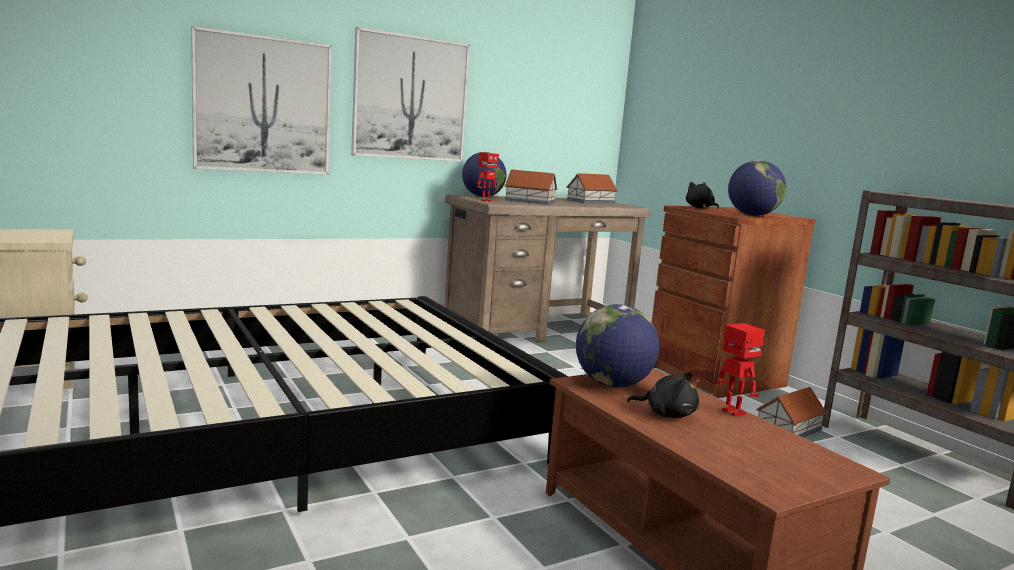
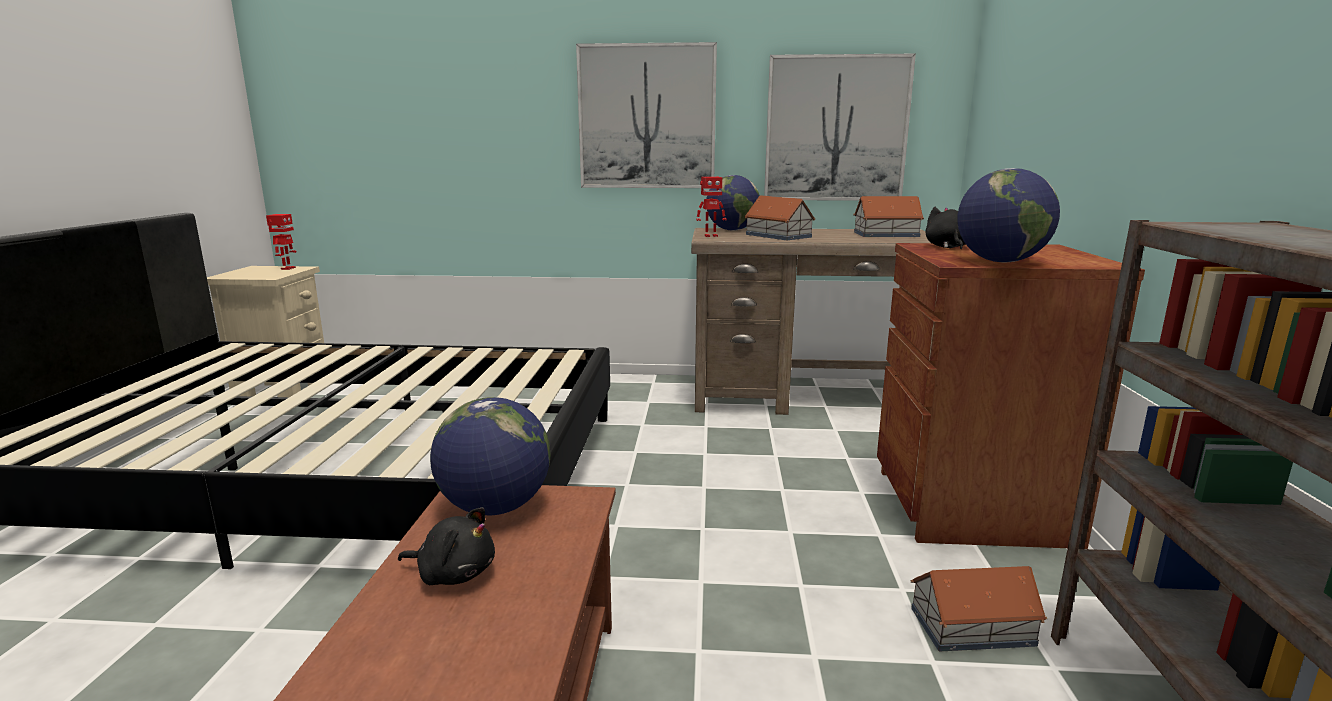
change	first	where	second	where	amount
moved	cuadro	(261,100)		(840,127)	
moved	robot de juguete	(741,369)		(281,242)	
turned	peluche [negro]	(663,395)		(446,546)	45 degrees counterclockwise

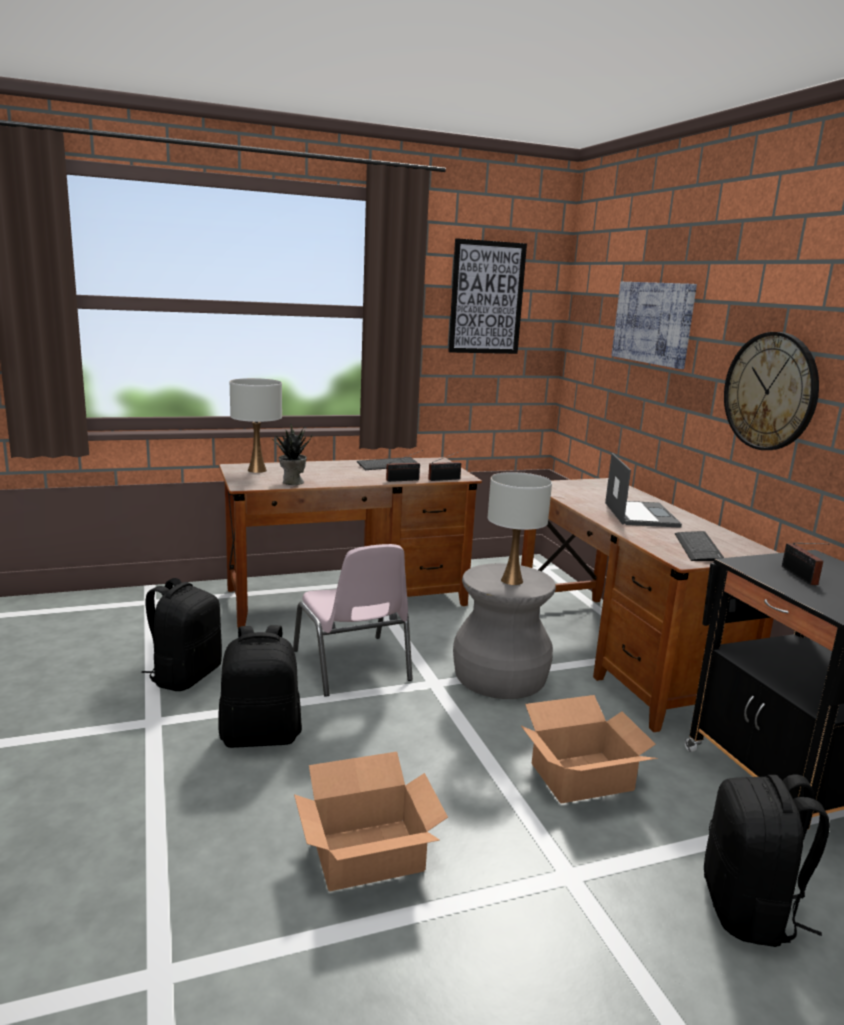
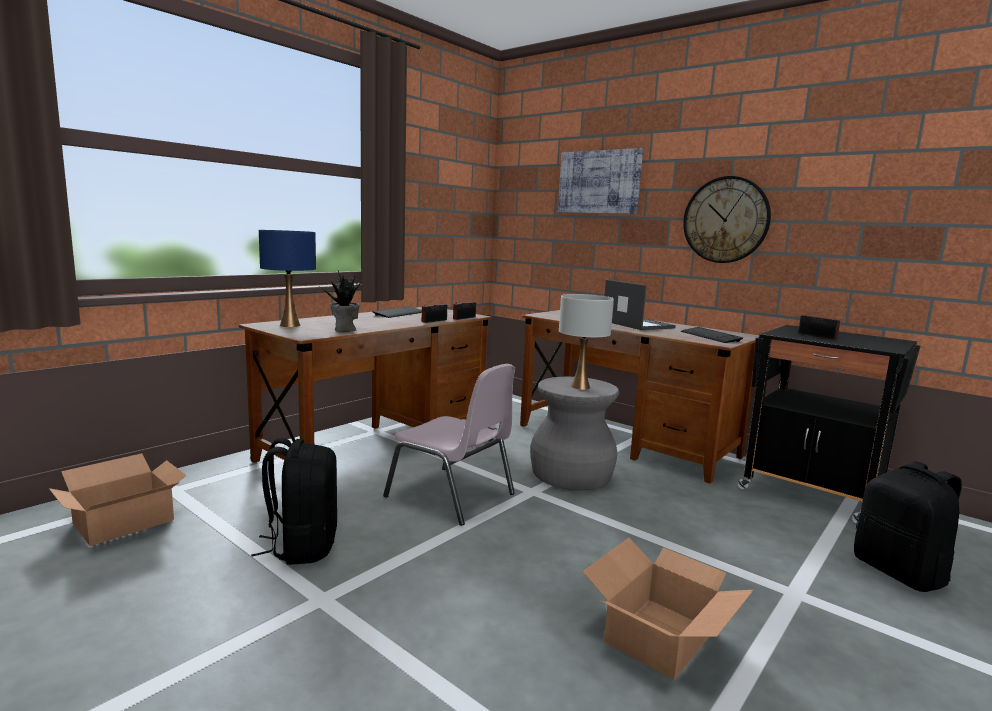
change	first	where	second	where	amount
removed	mochila [negro]	(260,686)			
removed	cuadro	(487,296)			
moved	caja de cartón	(589,749)		(118,499)	
recoloured	lámpara de mesa [blanco]	(256,425)	lámpara de mesa [azul]	(287,278)	

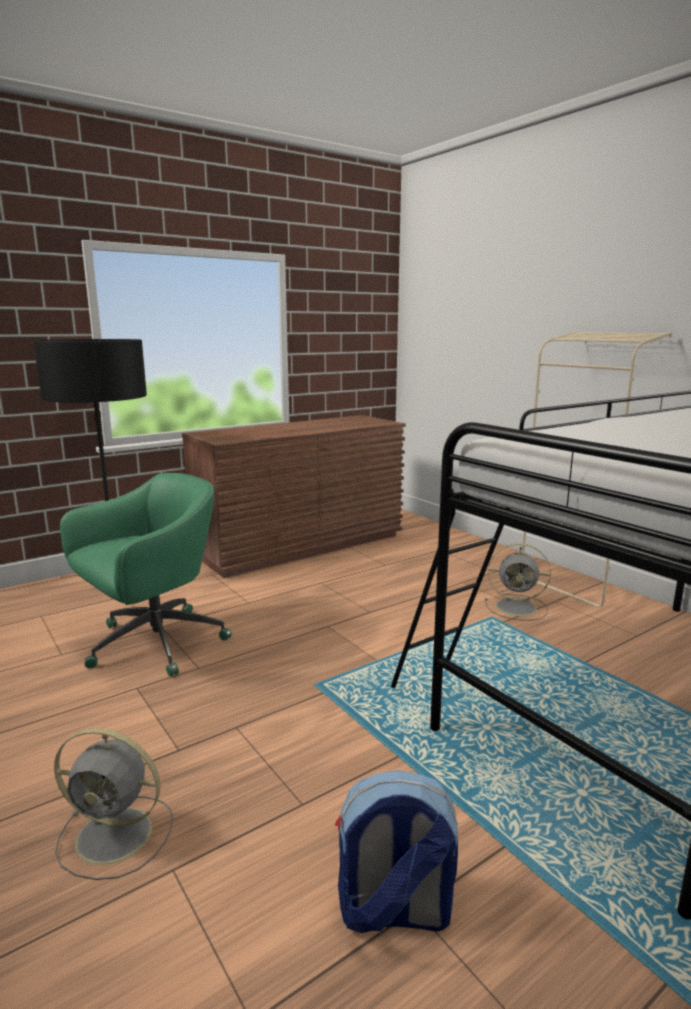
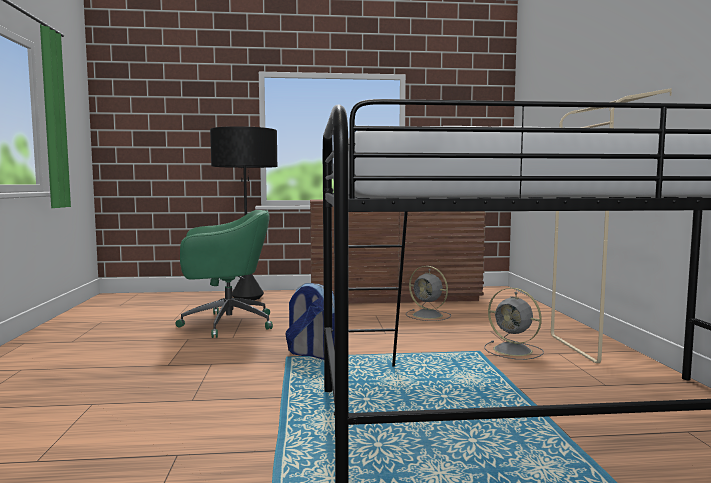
change	first	where	second	where	amount
moved	ventilador [gris]	(113,804)		(428,293)	
moved	mochila	(396,851)		(310,321)	

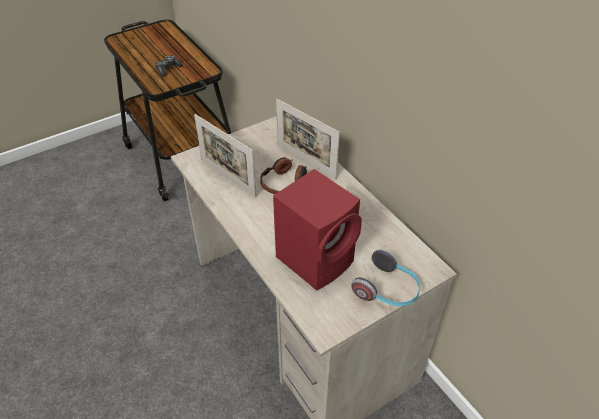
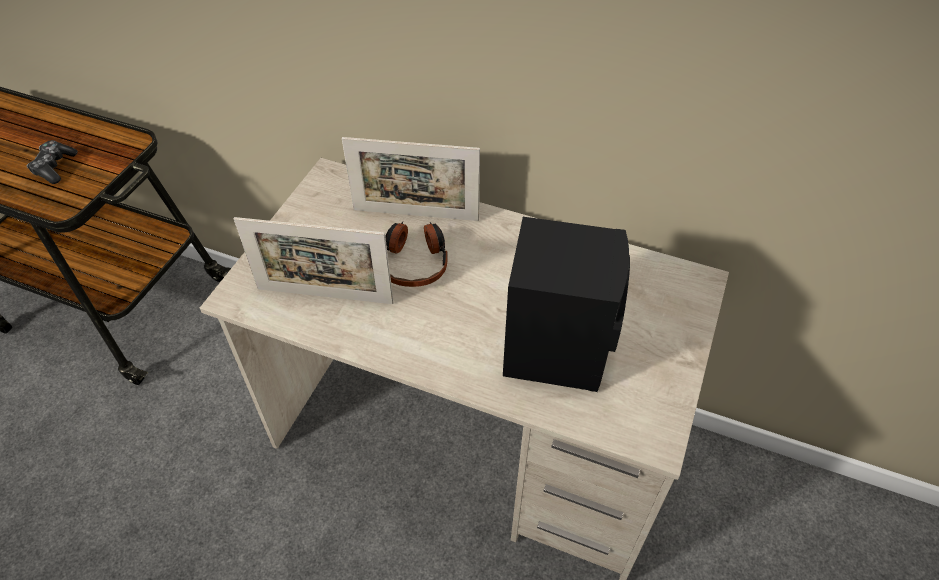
change	first	where	second	where	amount
removed	auriculares	(385,278)			
recoloured	altavoz [rojo]	(317,230)	altavoz [negro]	(566,304)	

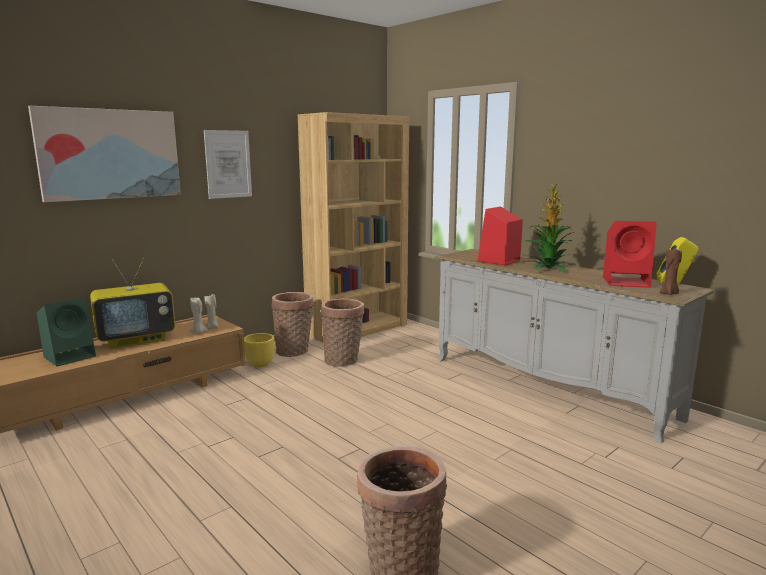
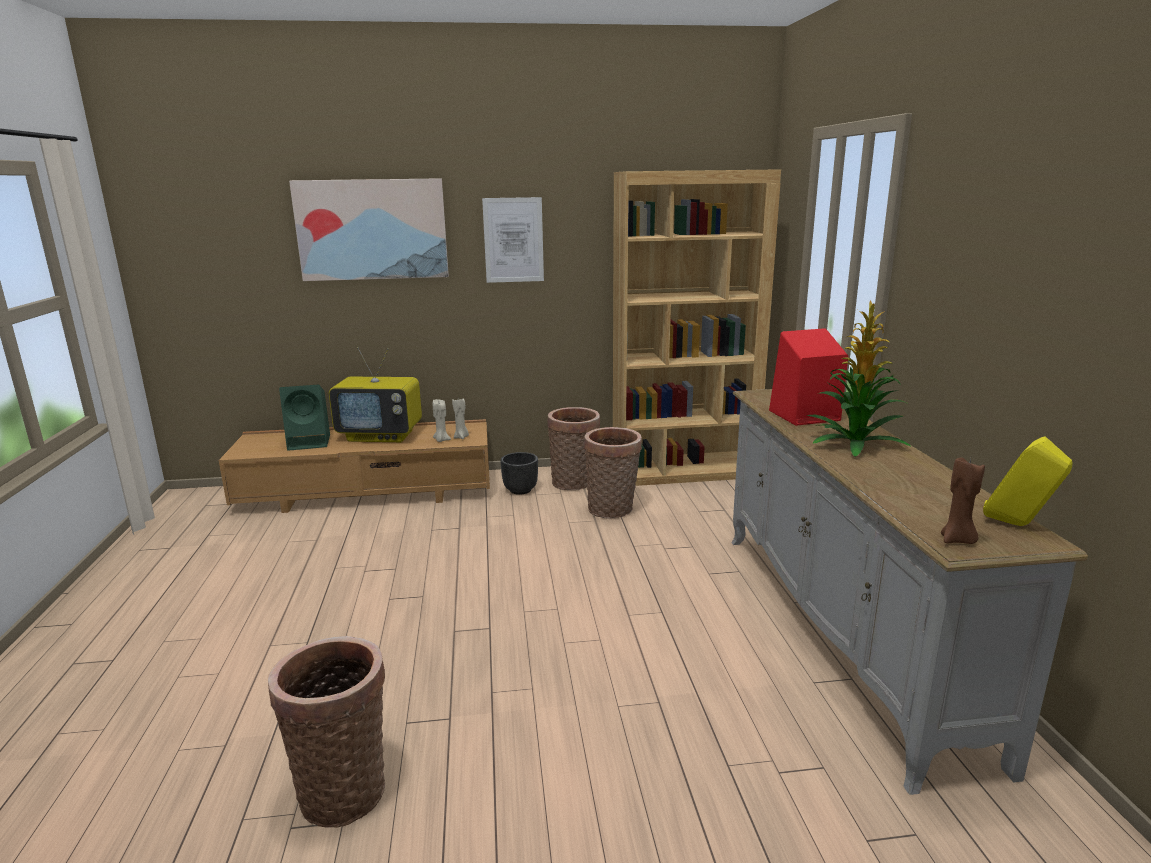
change	first	where	second	where	amount
removed	altavoz [rojo]	(630,254)			
recoloured	maceta [amarillo]	(259,350)	maceta [negro]	(519,473)	

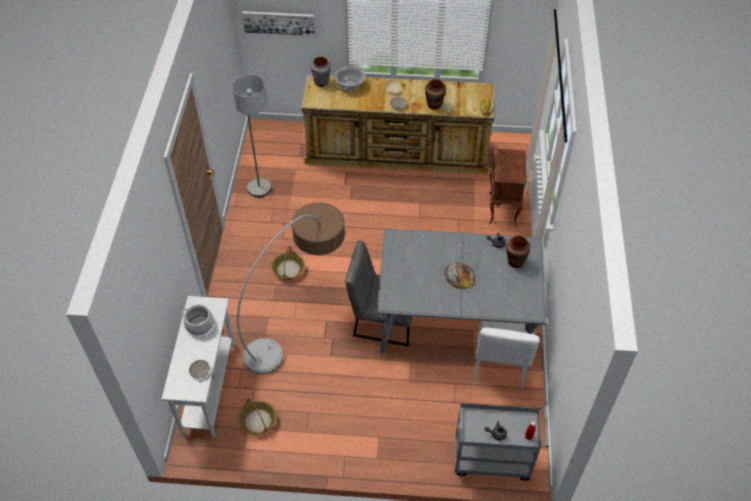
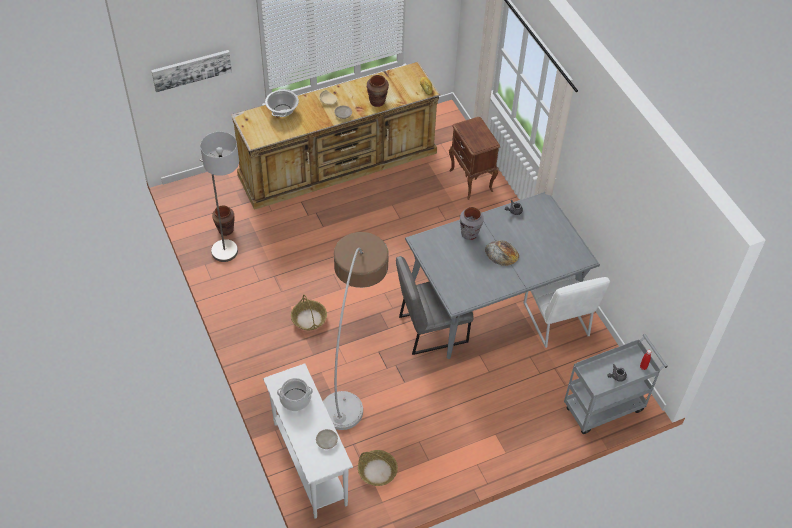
change	first	where	second	where	amount
moved	florero [gris]	(321,72)		(472,223)	
moved	florero [marrón]	(518,251)		(223,220)	

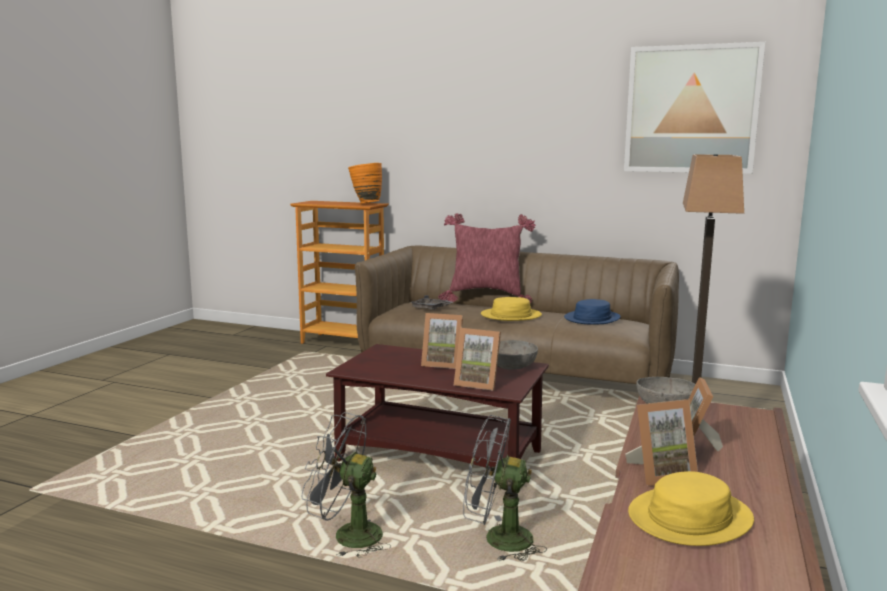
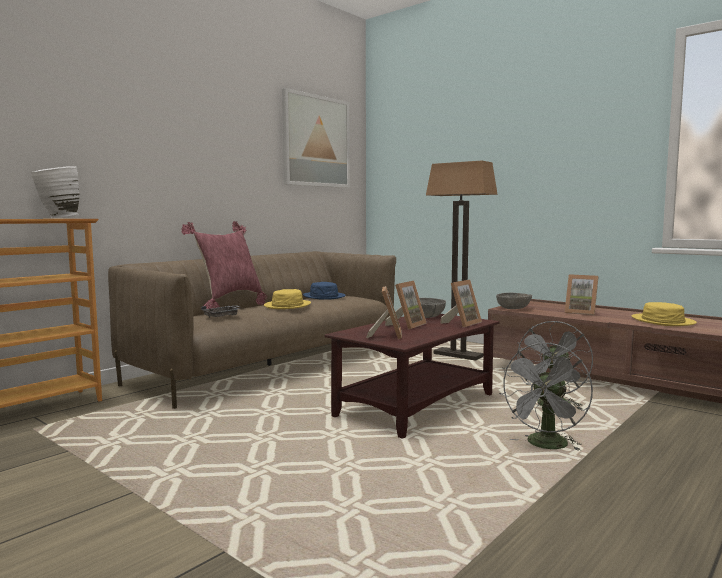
change	first	where	second	where	amount
moved	portarretratos	(661,442)		(384,312)	
recoloured	florero [naranja]	(365,183)	florero [blanco]	(55,192)	

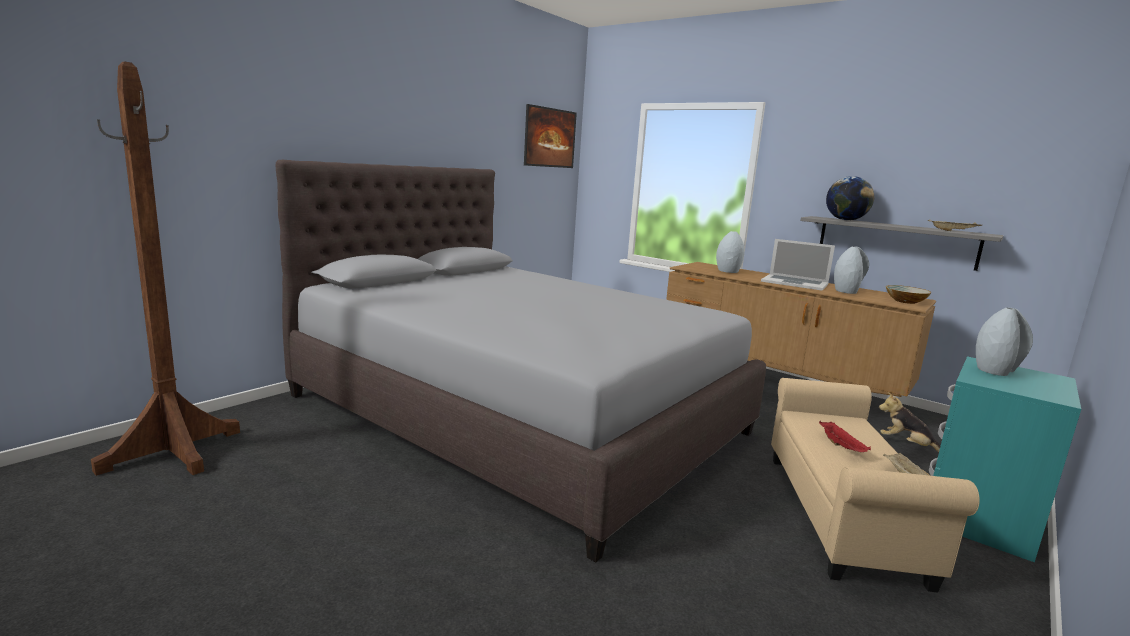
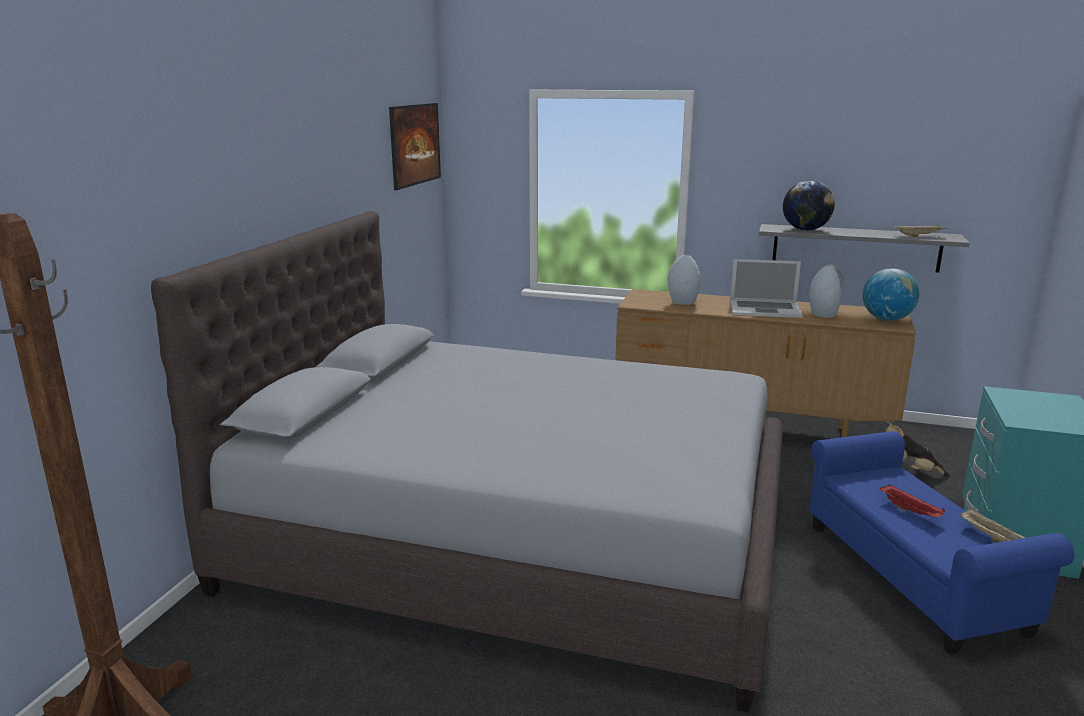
change	first	where	second	where	amount
removed	florero [gris]	(1004,341)			
replaced	cuenco	(909,294)	globo terráqueo	(891,294)	
recoloured	puf [beis]	(875,485)	puf [azul]	(942,543)	

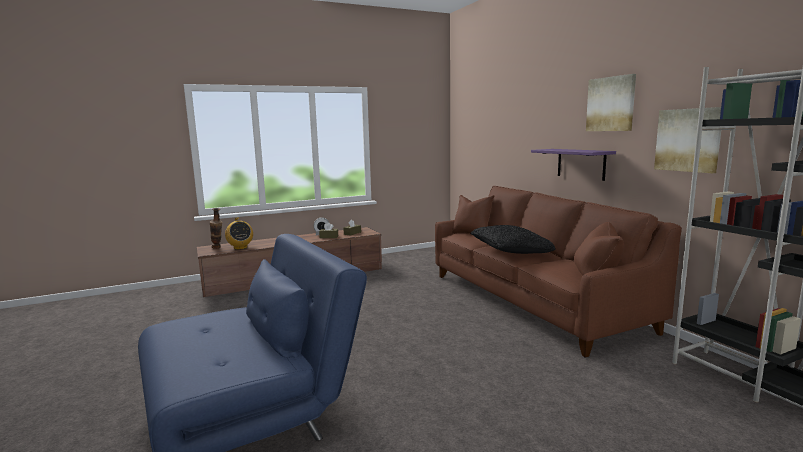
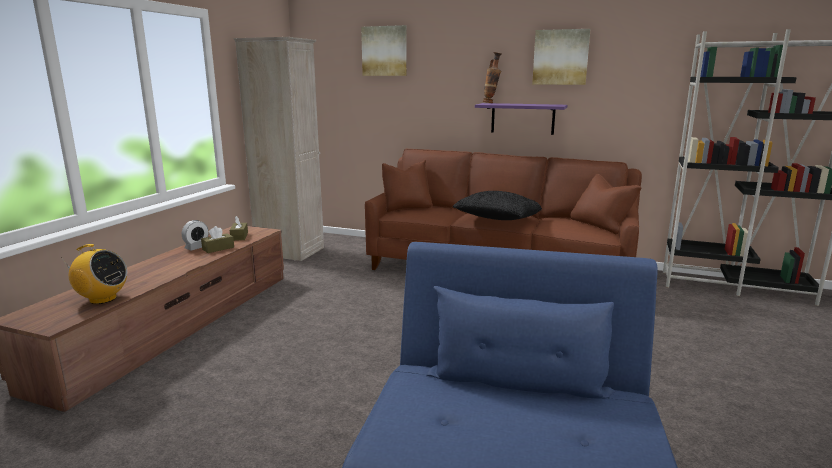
change	first	where	second	where	amount
added			armario [beis]	(278,149)	
moved	florero	(215,228)		(492,77)	
moved	cuadro	(687,140)		(384,50)	

